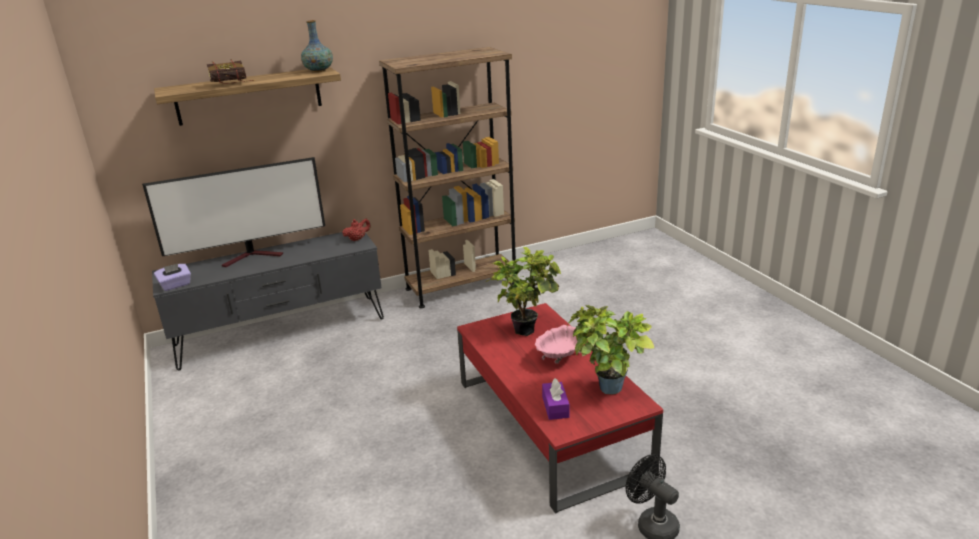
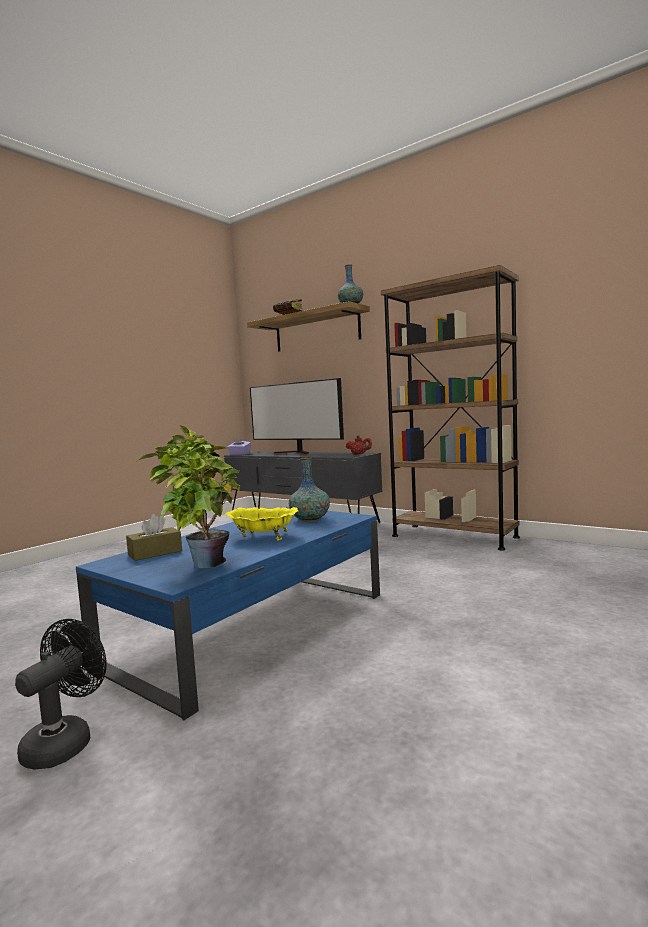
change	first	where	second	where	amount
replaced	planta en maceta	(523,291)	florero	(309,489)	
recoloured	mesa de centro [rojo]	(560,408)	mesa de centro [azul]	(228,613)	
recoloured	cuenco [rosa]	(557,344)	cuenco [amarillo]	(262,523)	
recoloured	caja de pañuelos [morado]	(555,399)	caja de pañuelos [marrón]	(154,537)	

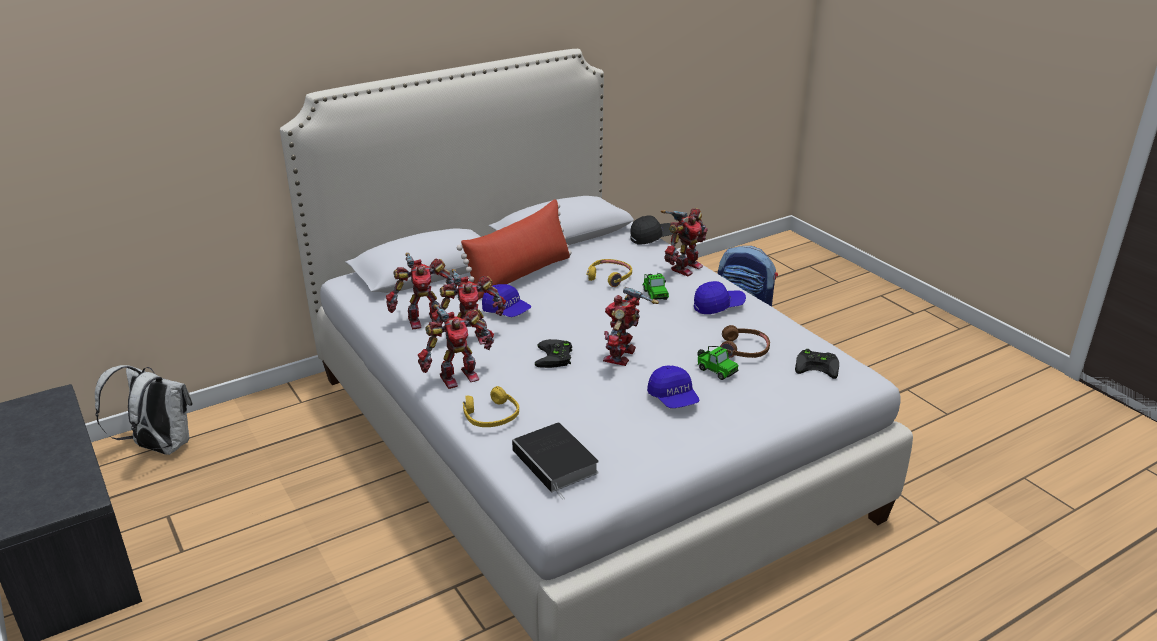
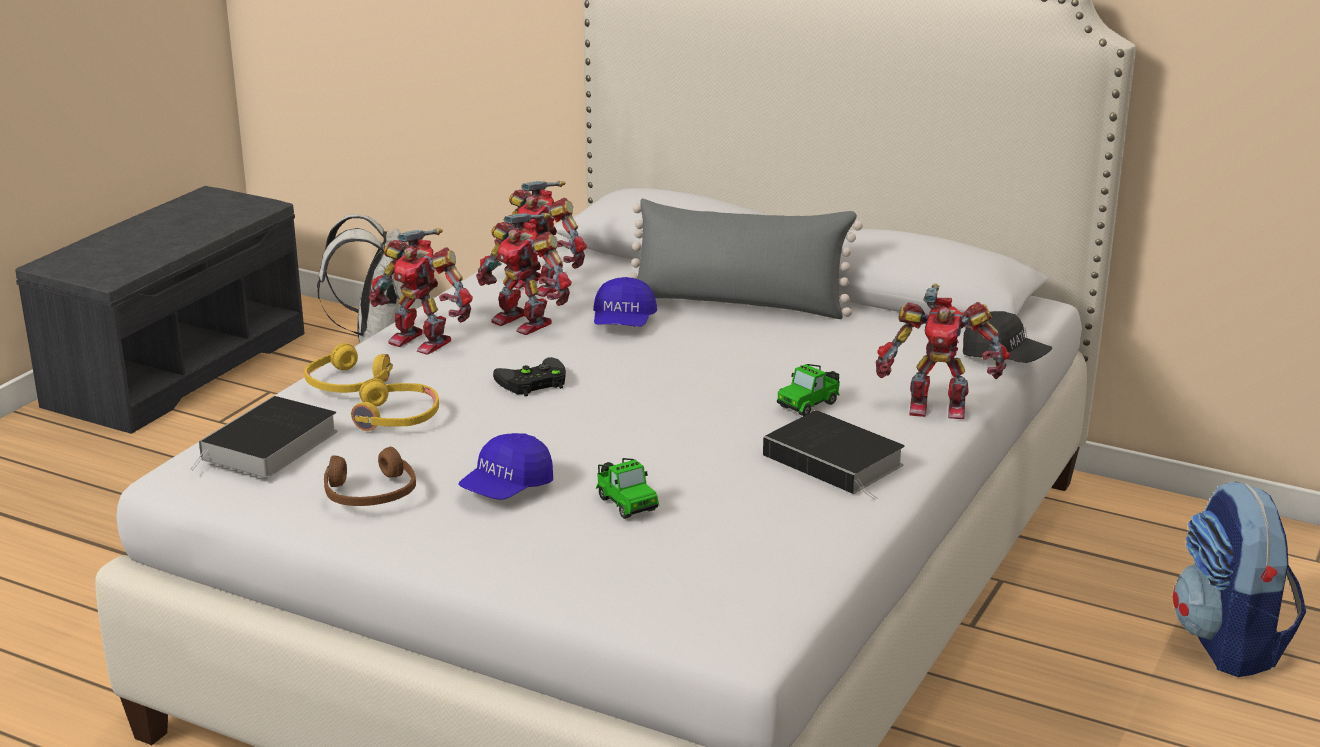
change	first	where	second	where	amount
removed	robot de juguete	(631,326)			
removed	mando de consola [negro]	(817,364)			
moved	auriculares [amarillo]	(609,273)		(395,404)	
moved	auriculares [marrón]	(745,341)		(370,476)	
replaced	gorra [azul]	(720,297)	libro	(834,454)	
recoloured	cojín [rojo]	(514,249)	cojín [gris]	(745,259)	
turned	coche de juguete	(717,363)		(627,488)	45 degrees counterclockwise

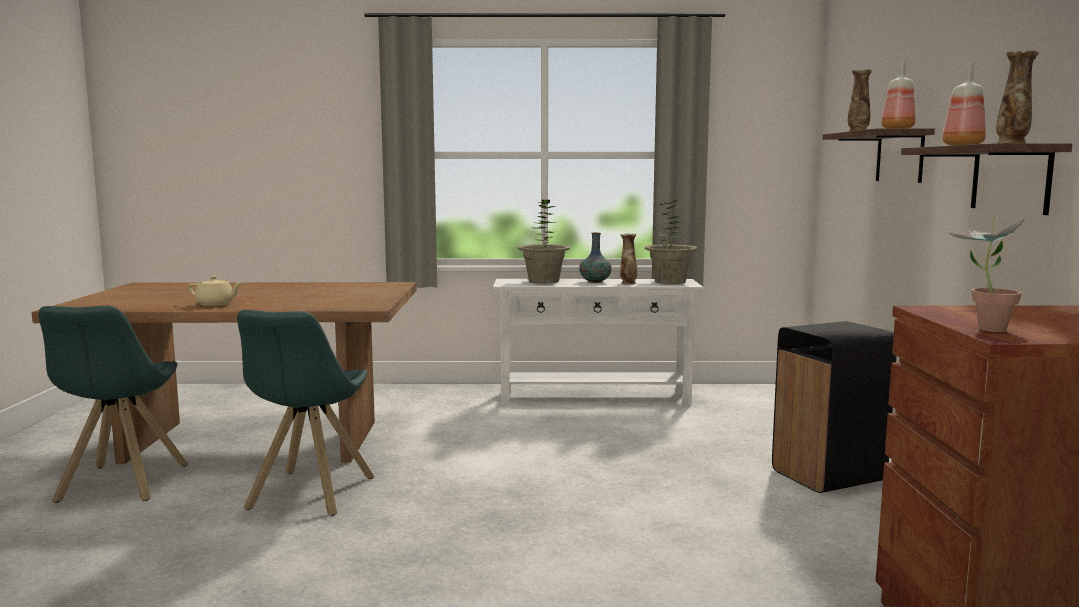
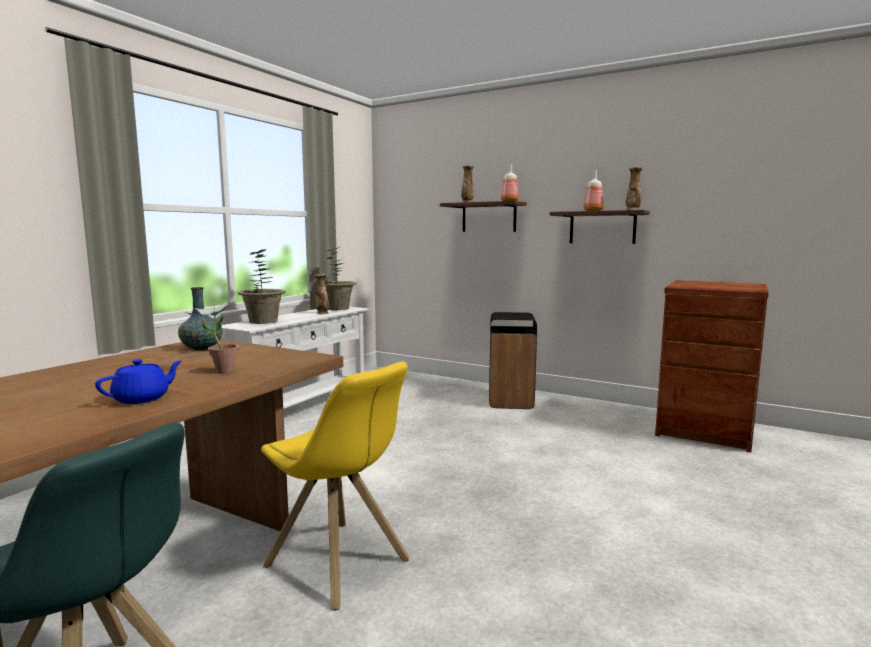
change	first	where	second	where	amount
moved	florero	(595,258)		(200,319)	
moved	planta en maceta	(986,273)		(212,336)	
recoloured	tetera [beis]	(215,291)	tetera [azul]	(139,381)	
recoloured	silla [turquesa]	(306,413)	silla [amarillo]	(335,486)	

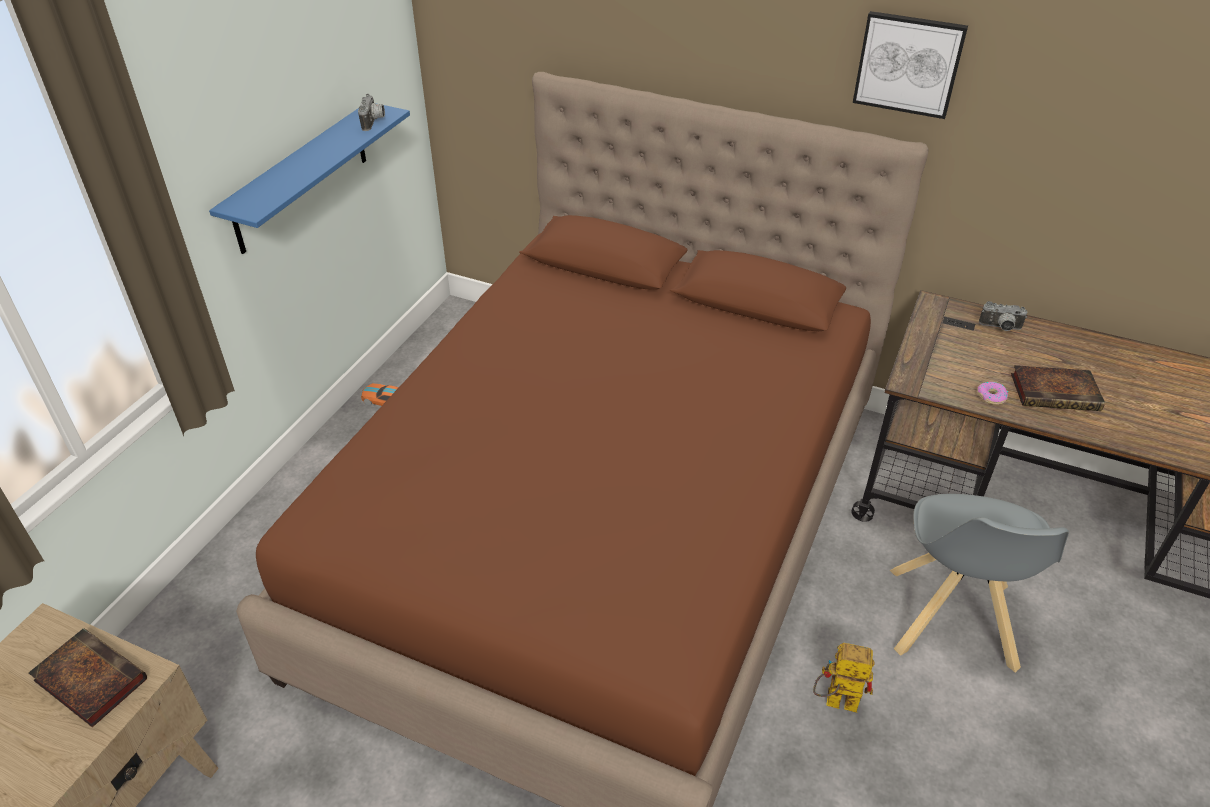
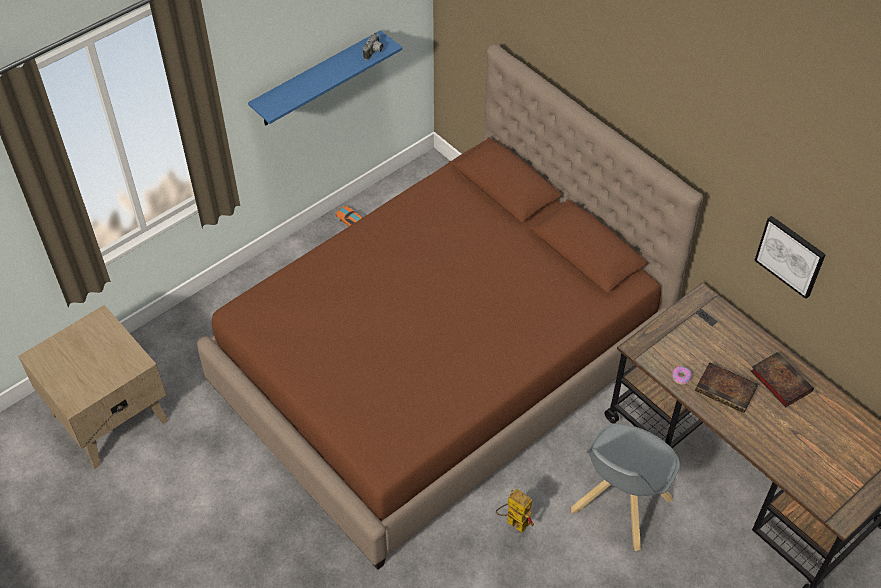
change	first	where	second	where	amount
removed	cámara	(1003,316)			
moved	libro	(88,677)		(782,379)	
moved	cuadro	(910,65)		(790,257)	

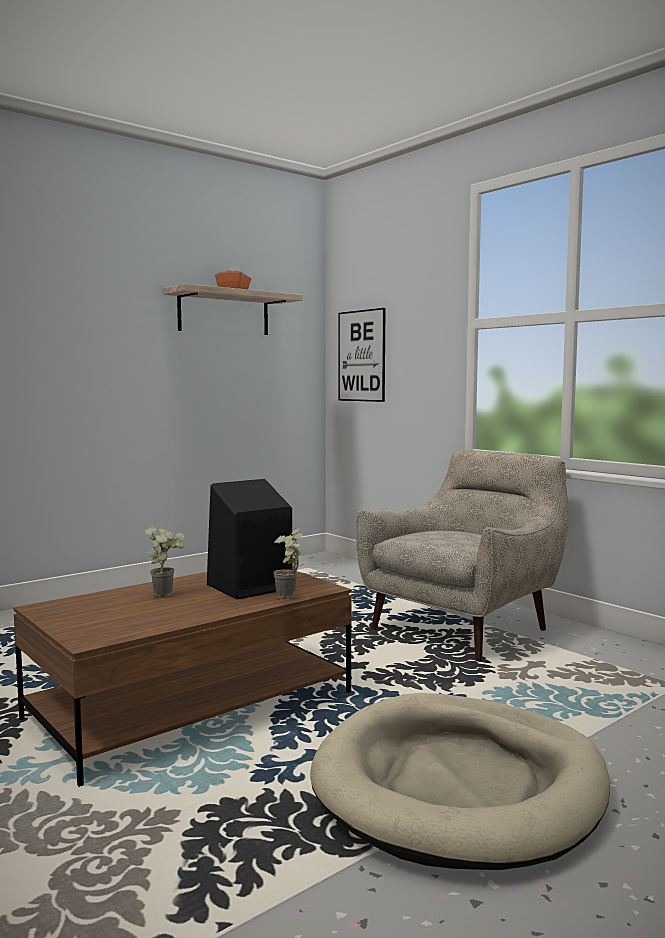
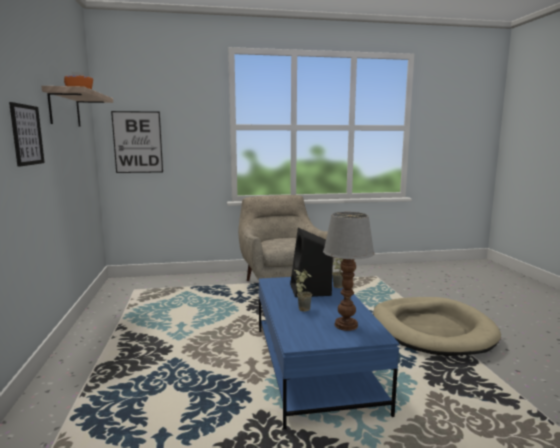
change	first	where	second	where	amount
added			cuadro	(27,134)	
added			lámpara de mesa	(349,271)	
recoloured	mesa de centro [marrón]	(182,679)	mesa de centro [azul]	(329,352)	

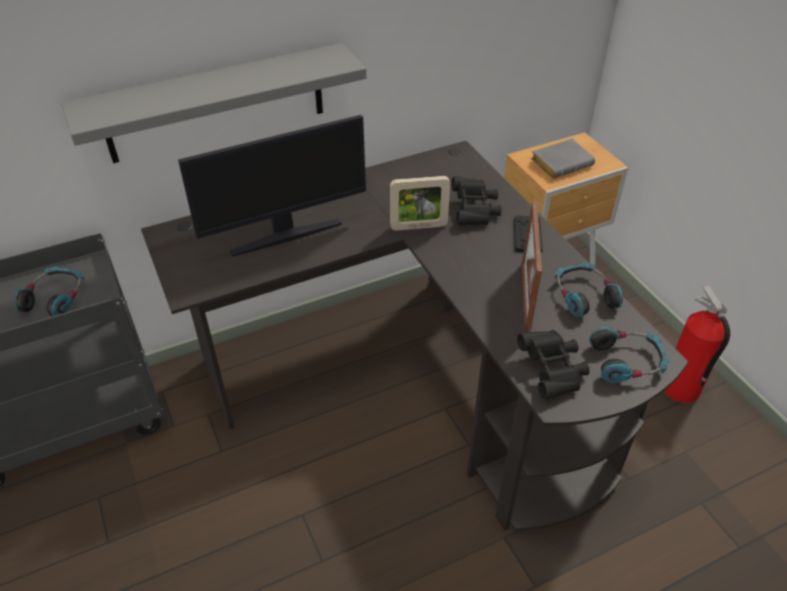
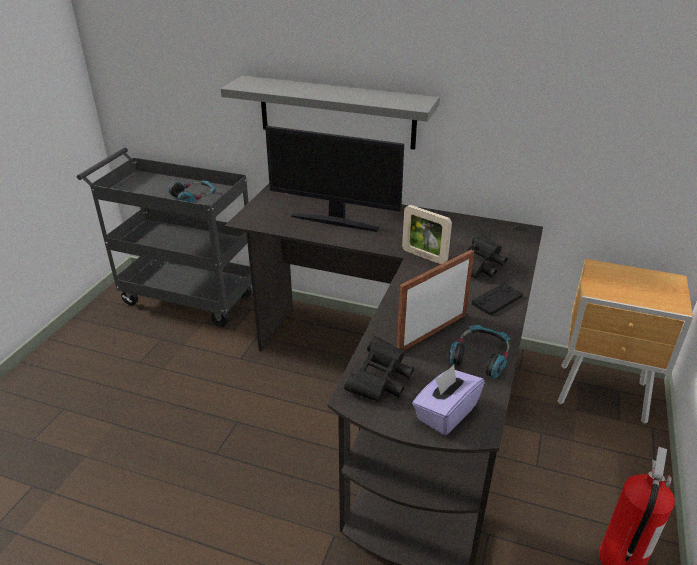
change	first	where	second	where	amount
removed	libro [gris]	(563,159)			
replaced	auriculares	(629,355)	caja de pañuelos [morado]	(448,400)	

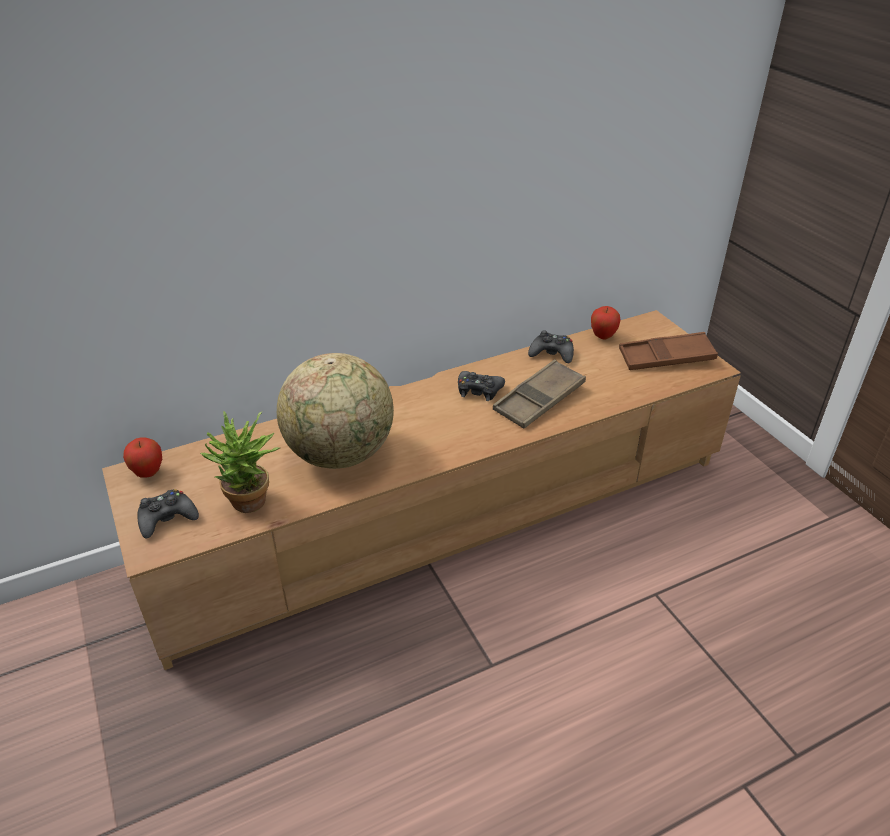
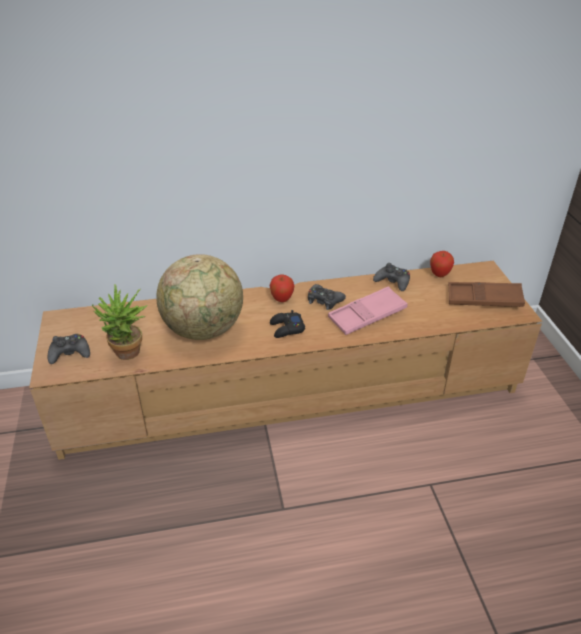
change	first	where	second	where	amount
added			mando de consola [negro]	(287,324)	
moved	manzana	(142,457)		(282,288)	
recoloured	bandeja [marrón]	(539,394)	bandeja [rosa]	(368,310)	

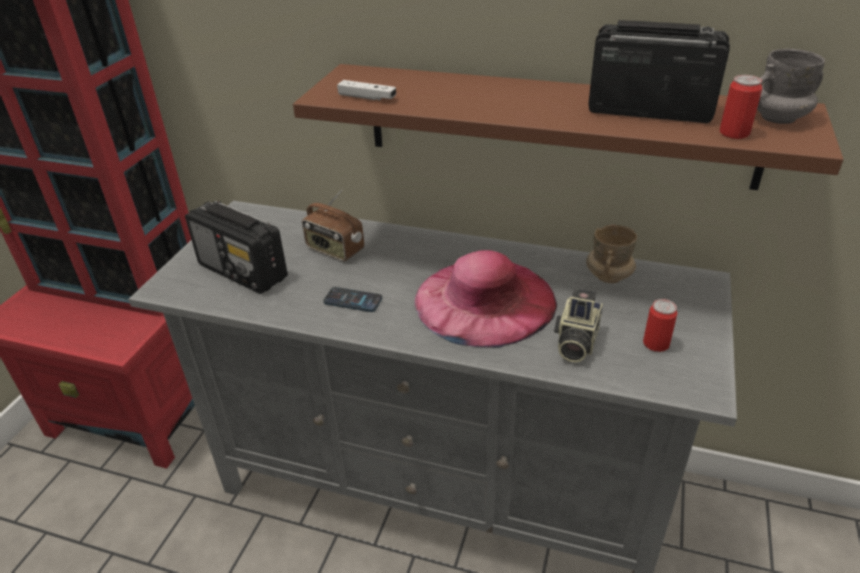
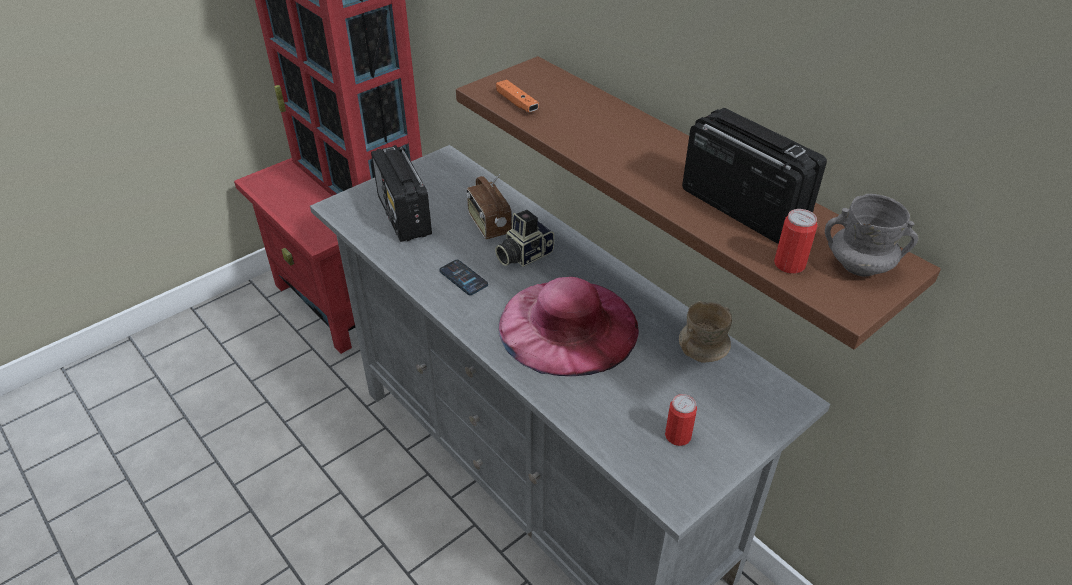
change	first	where	second	where	amount
moved	cámara	(578,325)		(524,238)	
recoloured	mando de consola [blanco]	(366,90)	mando de consola [naranja]	(517,95)	

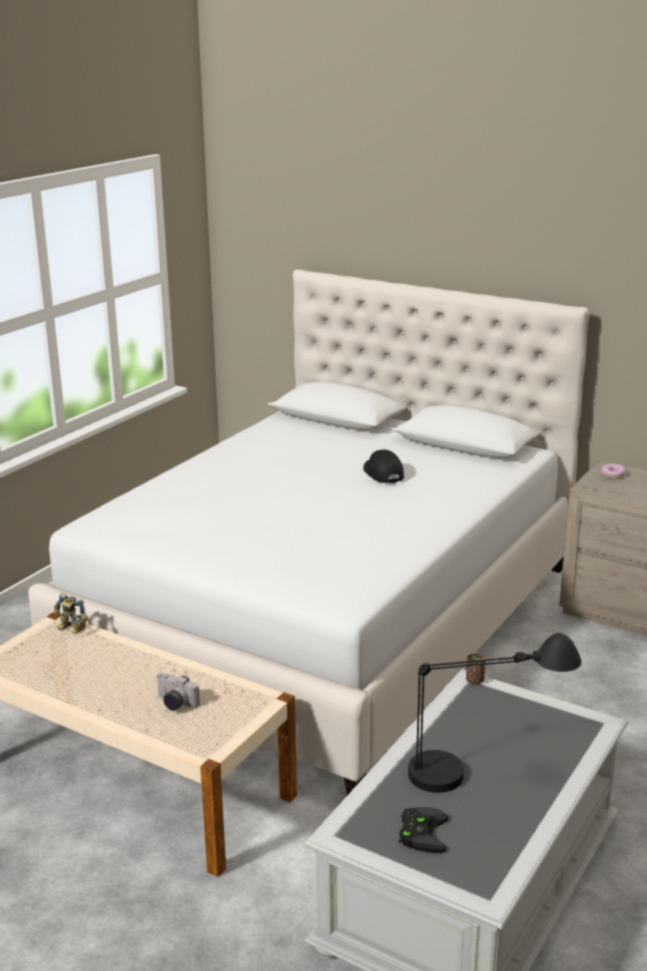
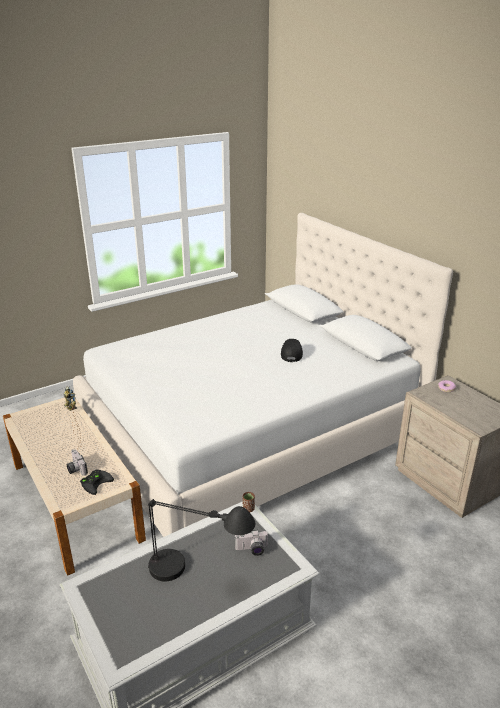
change	first	where	second	where	amount
added			cámara	(251,543)	
moved	mando de consola [negro]	(424,830)		(97,482)	

